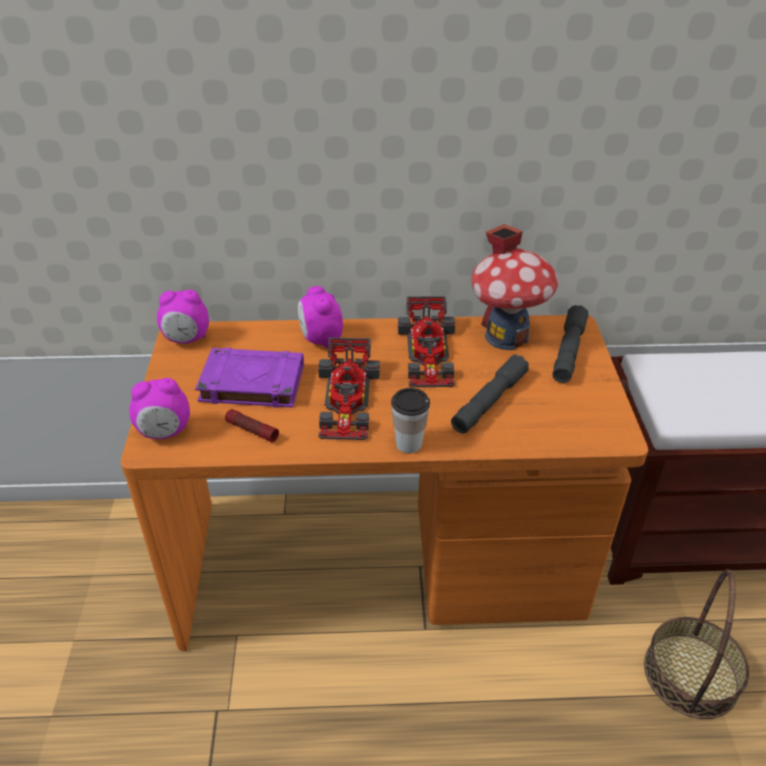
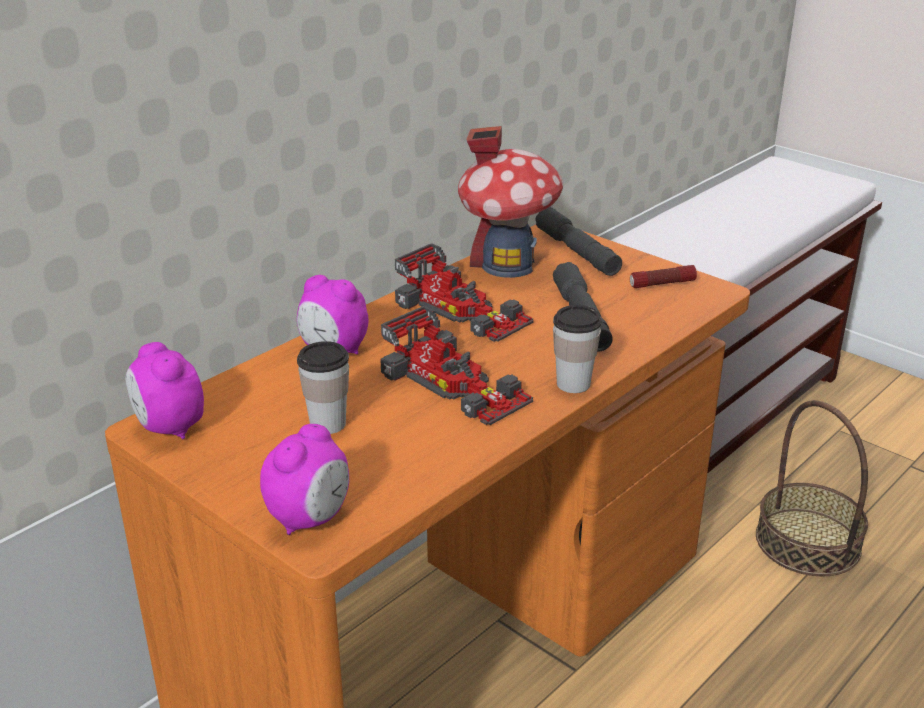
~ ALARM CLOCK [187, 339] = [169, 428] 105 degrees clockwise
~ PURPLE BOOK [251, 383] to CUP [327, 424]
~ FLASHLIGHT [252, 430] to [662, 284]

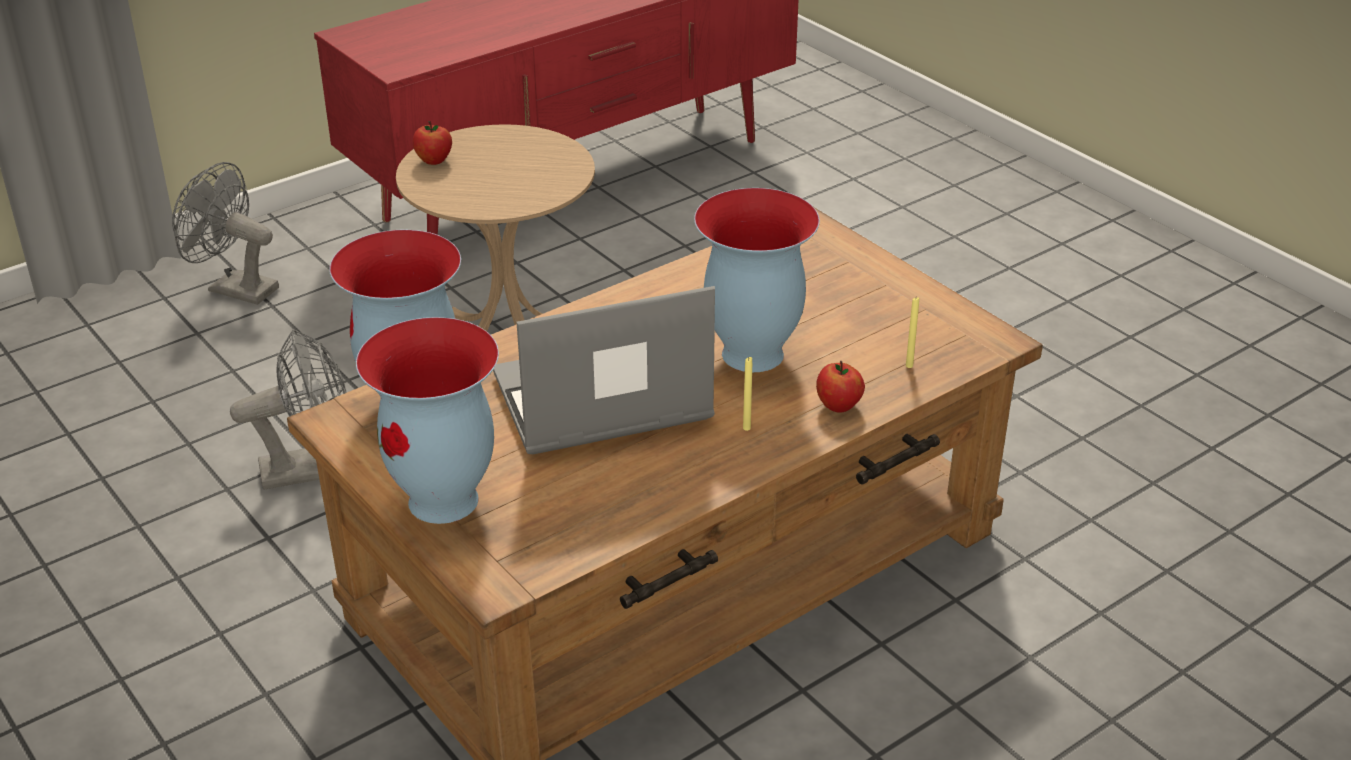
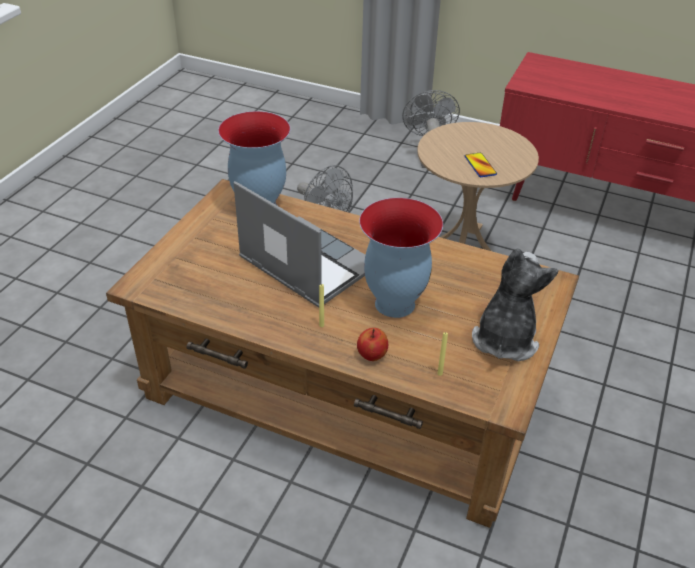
- APPLE [434, 161]
- VASE [445, 501]
+ PHONE [480, 165]
+ PLUSH TOY [504, 339]

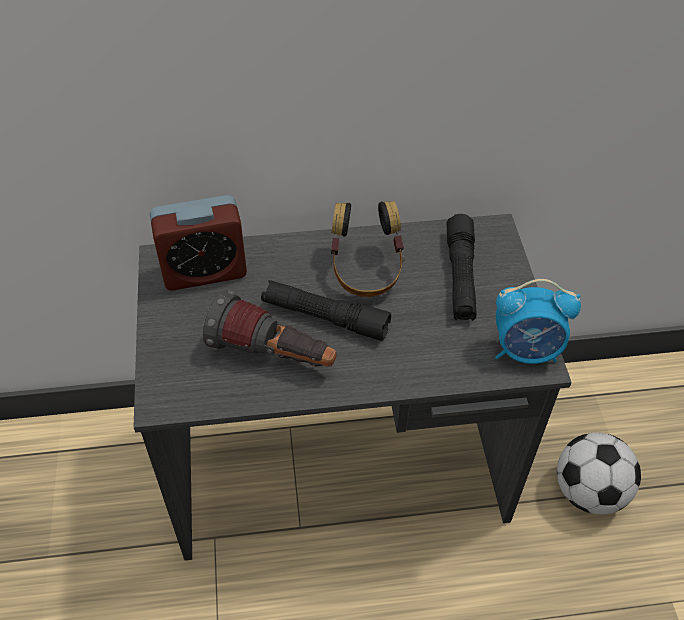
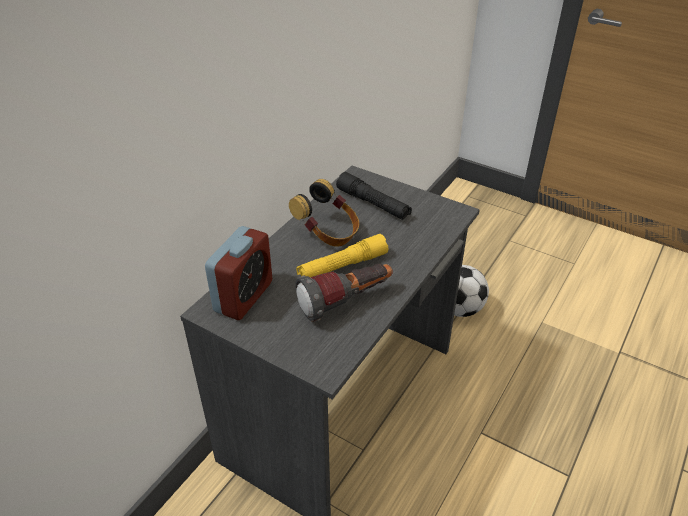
- ALARM CLOCK [526, 351]
~ BLACK FLASHLIGHT [325, 317] to YELLOW FLASHLIGHT [342, 266]

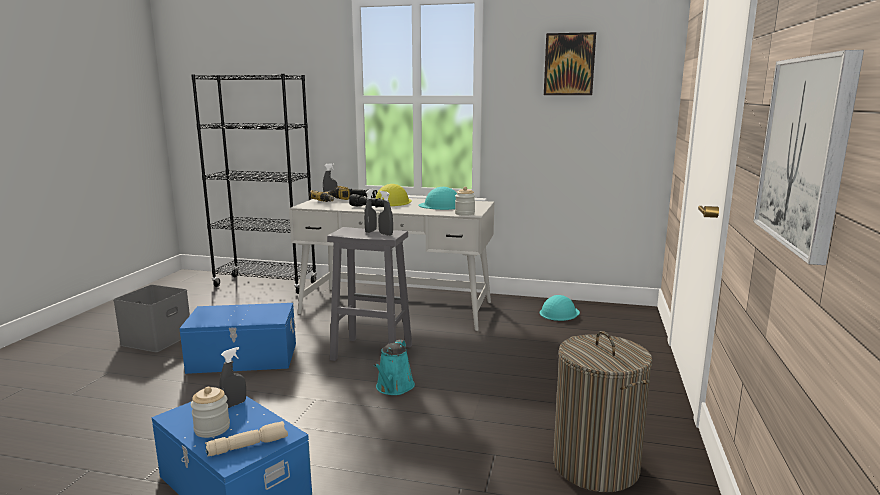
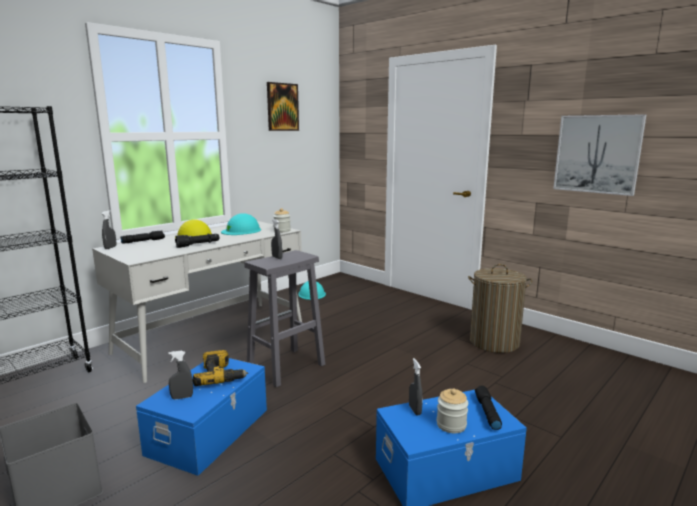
~ POWER DRILL [332, 201] to [221, 376]
~ GREY SPRAY BOTTLE [385, 234] to [182, 397]
- TURQUOISE WATERING CAN [394, 388]
~ BEIGE FLASHLIGHT [248, 445] to BLACK FLASHLIGHT [487, 412]

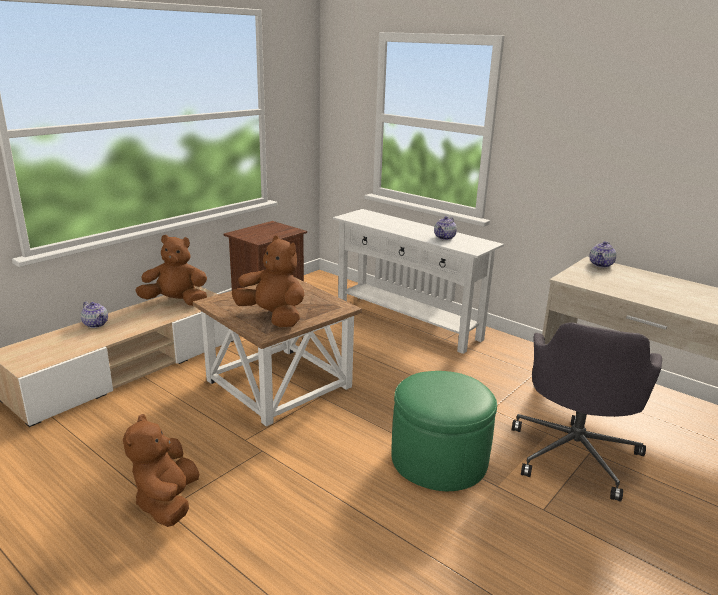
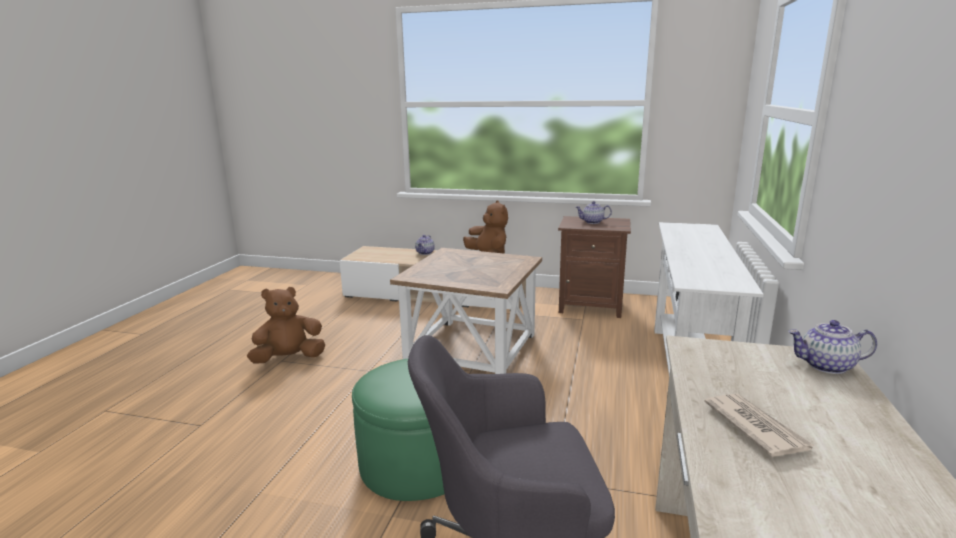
~ TEAPOT [445, 237] to [592, 222]
- BROWN PLUSH TOY [273, 317]
+ NEWSPAPER [755, 427]

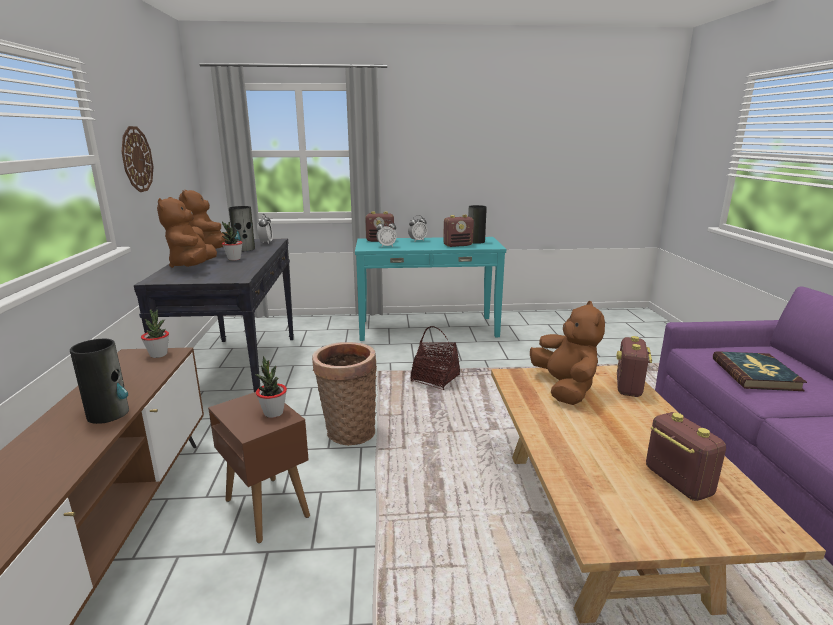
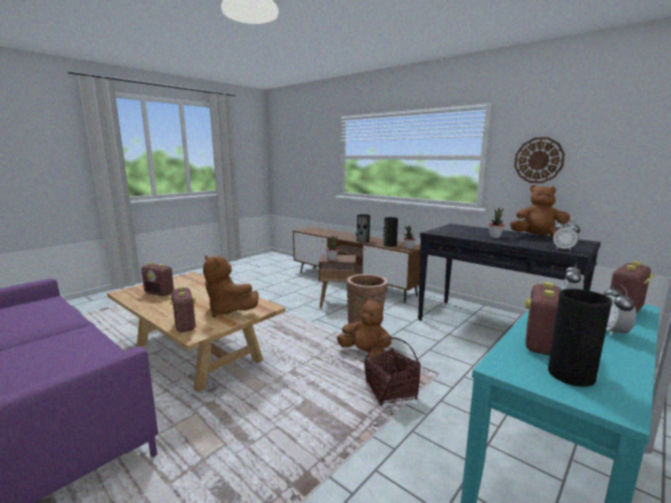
~ BROWN PLUSH TOY [193, 266] to [366, 354]
~ VASE [244, 249] to [389, 245]
- BOOK [756, 374]

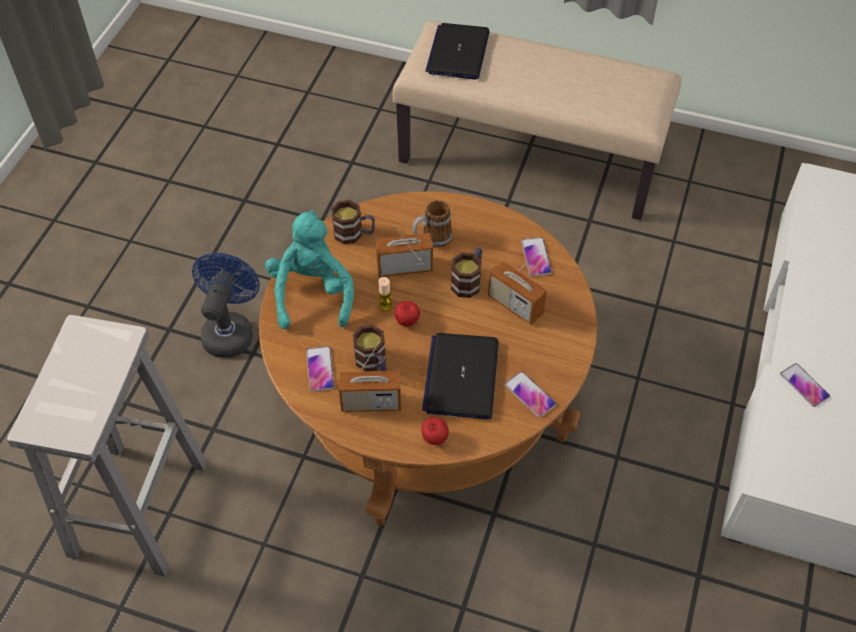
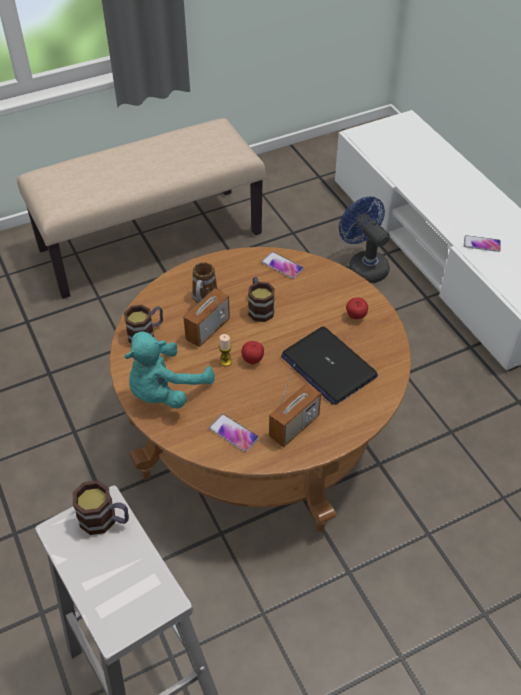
- LAPTOP [458, 52]
~ TURQUOISE PLUSH TOY [312, 294] = [165, 391] 90 degrees counterclockwise
- RADIO [515, 305]
~ BLUE FAN [230, 330] to [364, 266]
~ MUG [373, 364] to [105, 520]
- PHONE [530, 395]
~ APPLE [434, 439] to [356, 317]

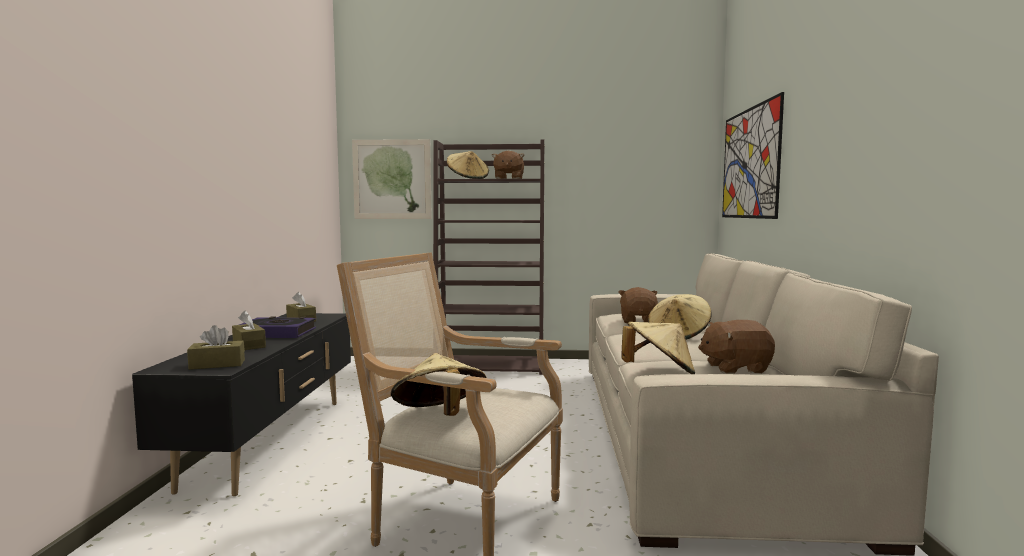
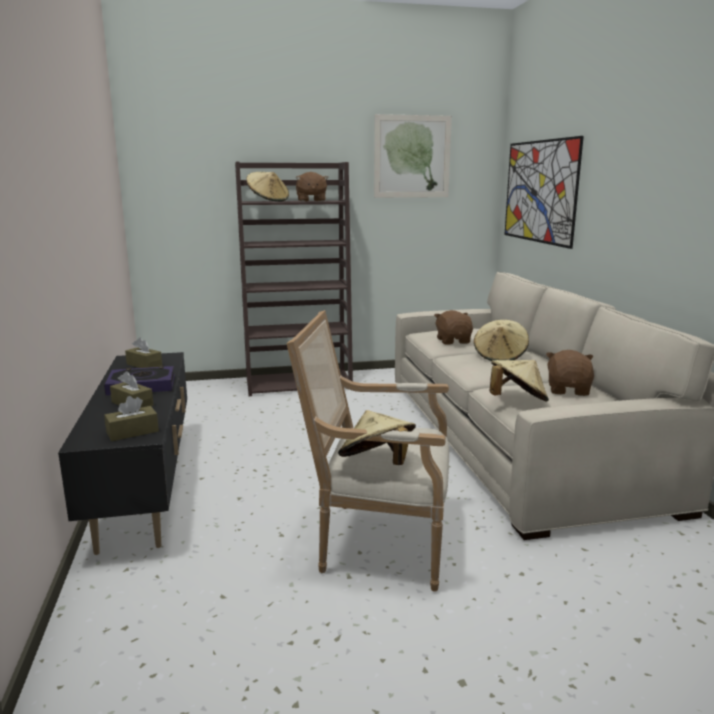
~ PICTURE [392, 179] to [412, 157]
~ BROWN PLUSH TOY [735, 368] = [568, 390] 120 degrees clockwise

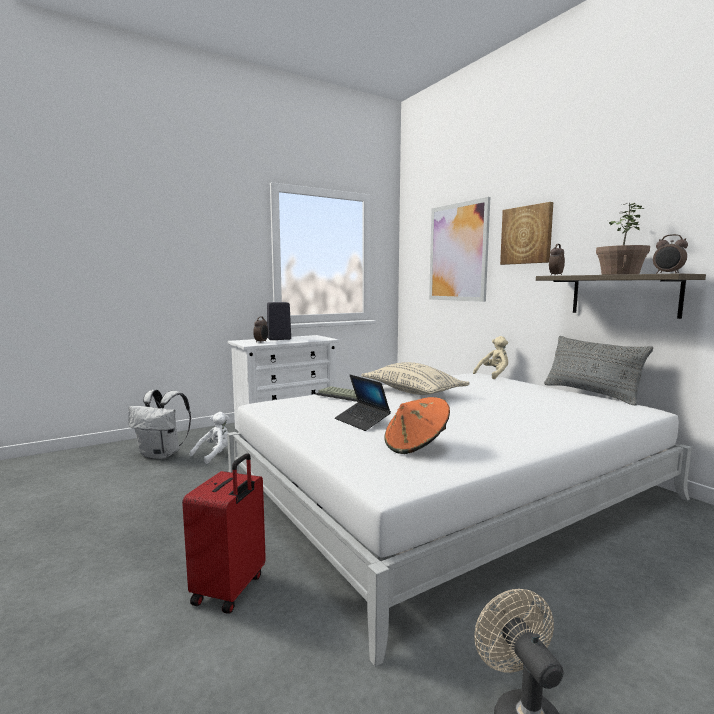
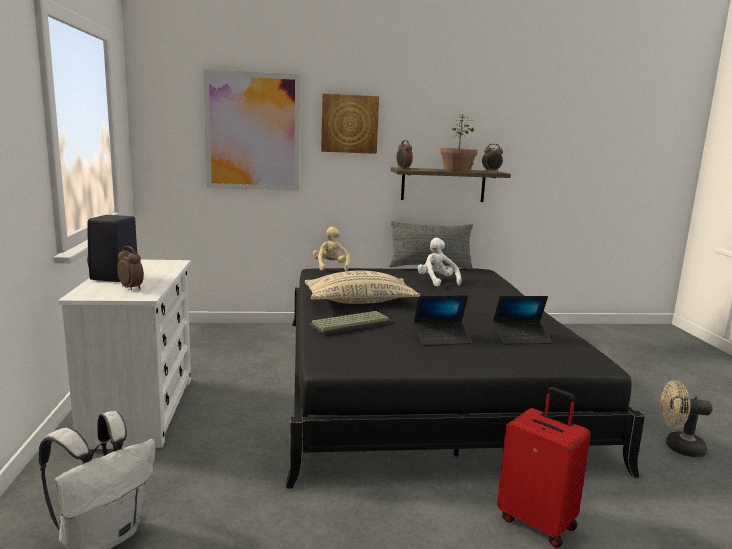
~ WHITE BED [446, 489] to BLACK BED [420, 381]
~ ORANGE HAT [416, 446] to LAPTOP [521, 338]
~ WHITE PLUSH TOY [214, 455] to [437, 282]

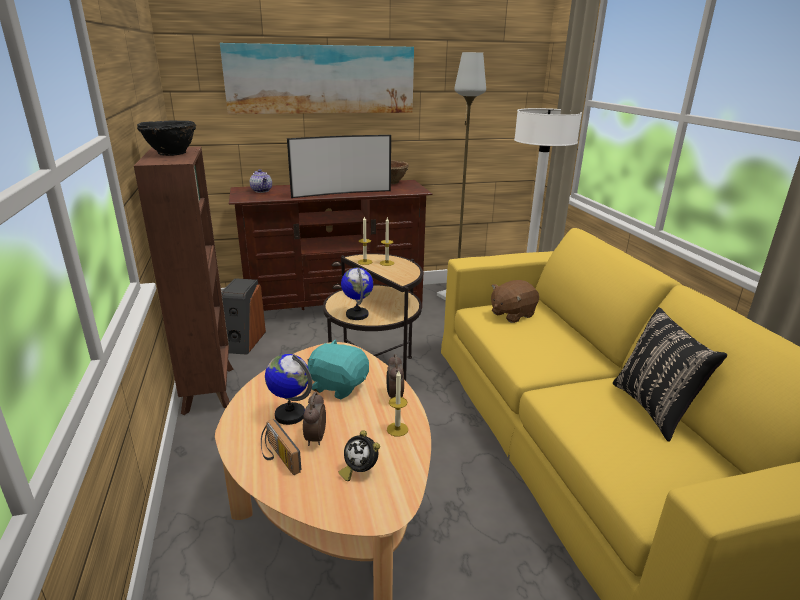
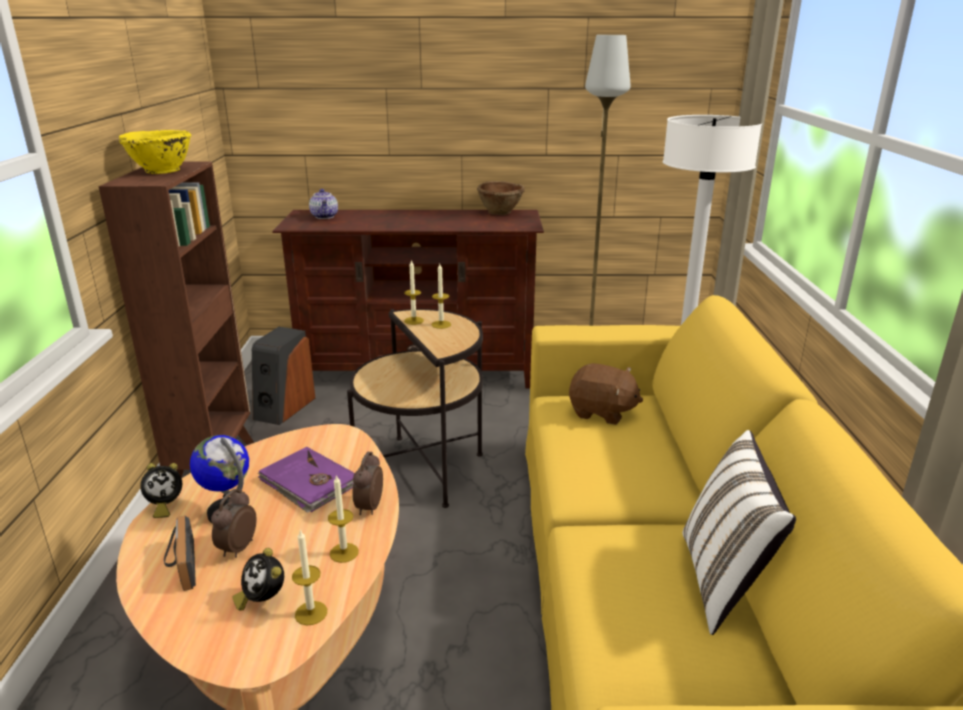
- PICTURE [321, 79]
~ BLACK BOWL [170, 154] to YELLOW BOWL [161, 171]
- TELEVISION [341, 193]
- GLOBE [357, 315]
~ BROWN PLUSH TOY [512, 314] = [602, 412] 135 degrees counterclockwise
~ BLACK PILLOW [654, 408] to WHITE PILLOW [724, 581]
~ TURQUOISE PLUSH TOY [338, 385] to PURPLE BOOK [308, 483]
+ ALARM CLOCK [164, 506]
+ CANDLE [311, 613]

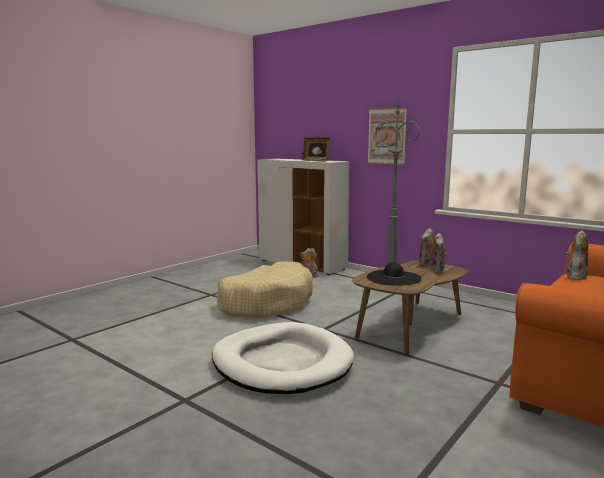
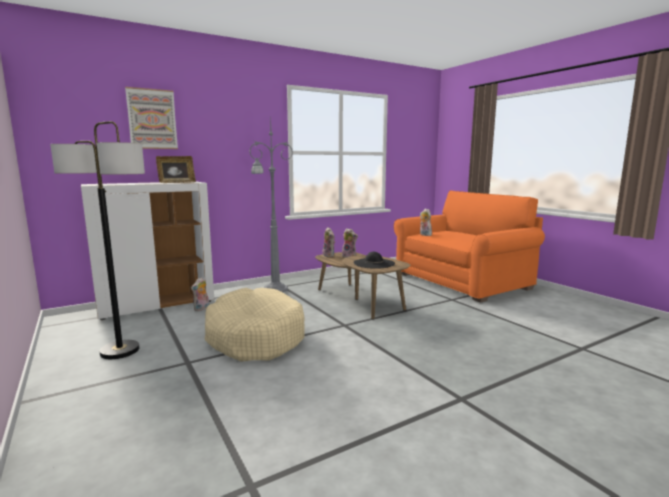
~ PICTURE [387, 136] to [152, 119]
- WHITE DOG BED [281, 363]
+ FLOOR LAMP [120, 351]

